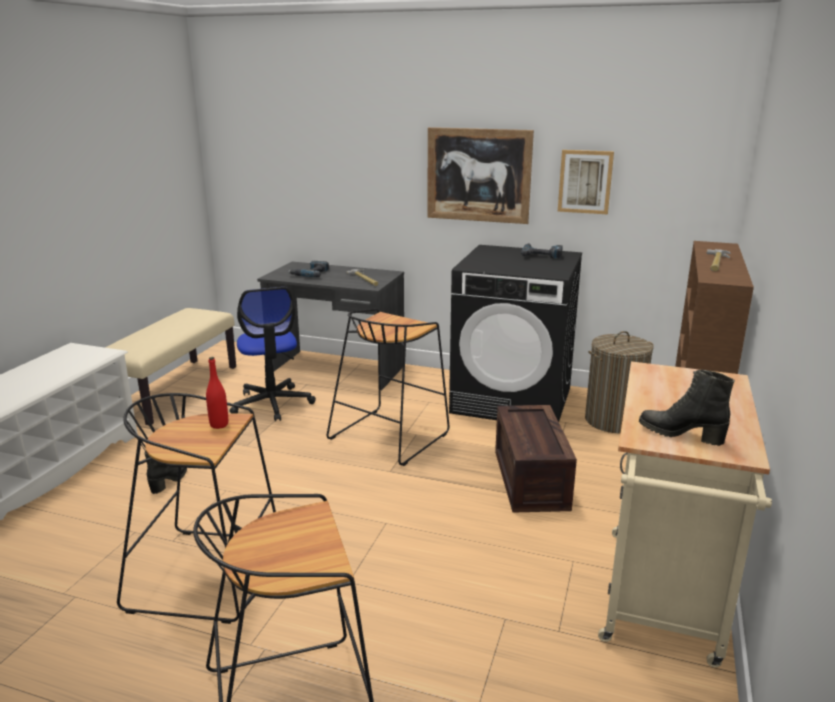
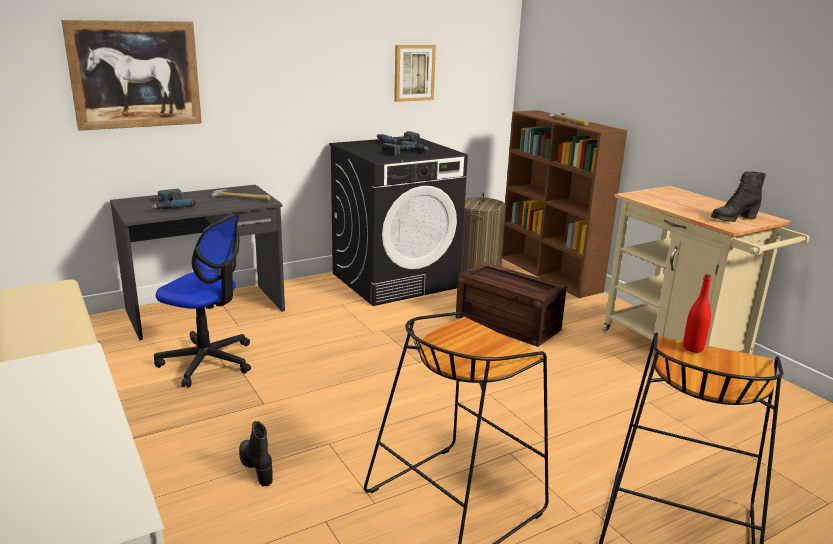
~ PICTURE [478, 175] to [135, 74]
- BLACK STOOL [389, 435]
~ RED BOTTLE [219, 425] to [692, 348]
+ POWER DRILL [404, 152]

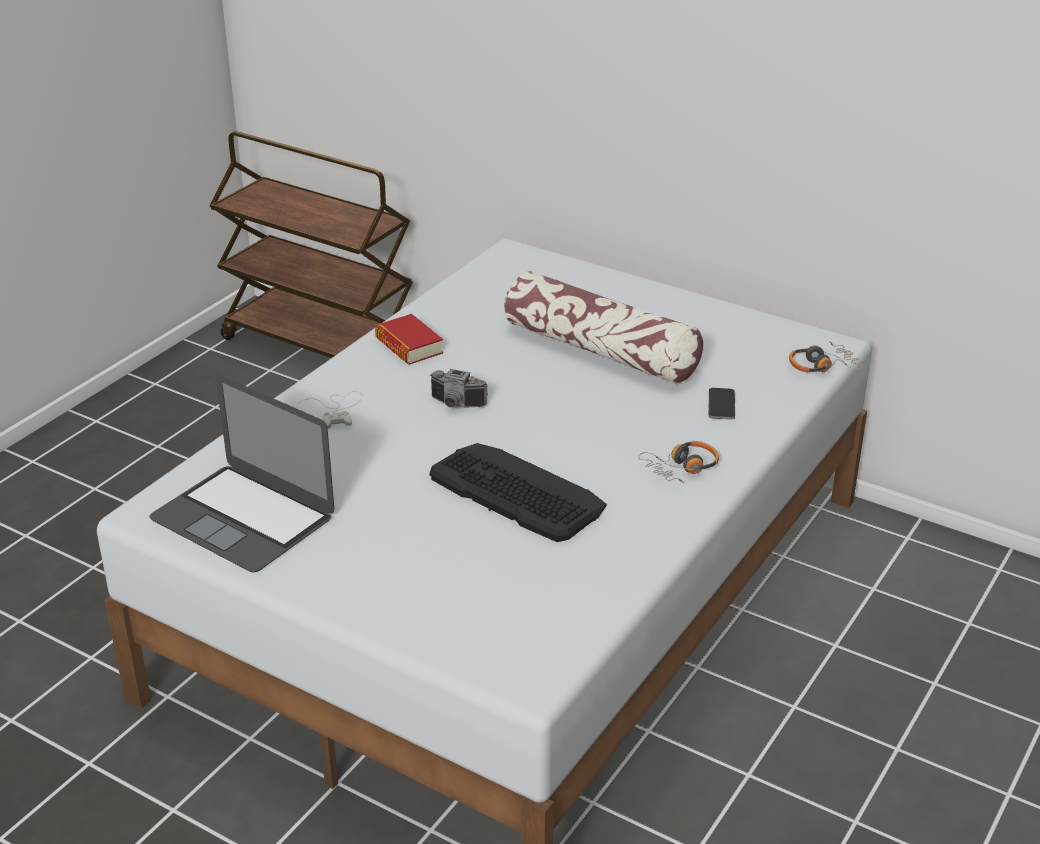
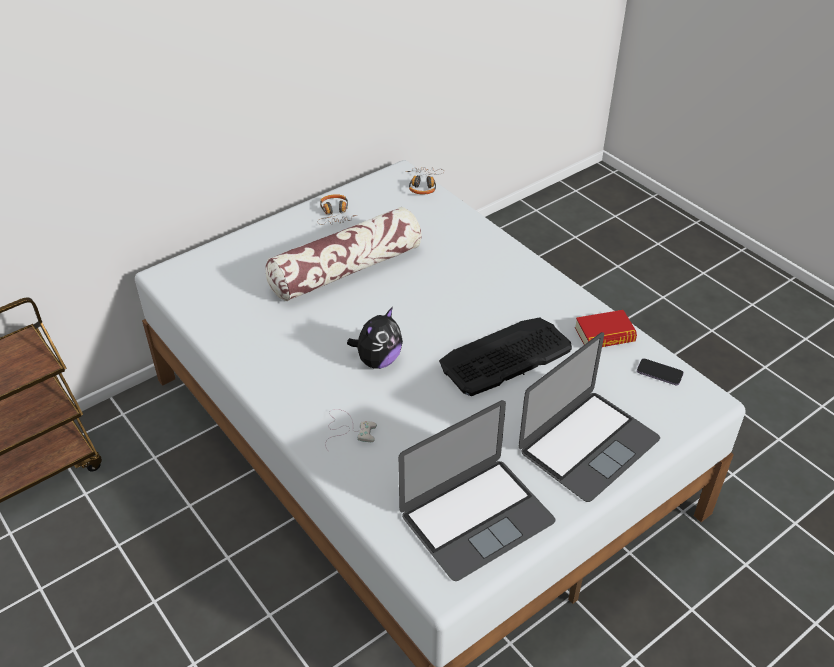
~ BOOK [409, 346] to [604, 335]
~ PHOTO CAMERA [455, 405] to PLUSH TOY [378, 360]
~ PHONE [721, 405] to [659, 373]
~ HEADPHONES [682, 468] to [335, 214]
+ LAPTOP [588, 444]

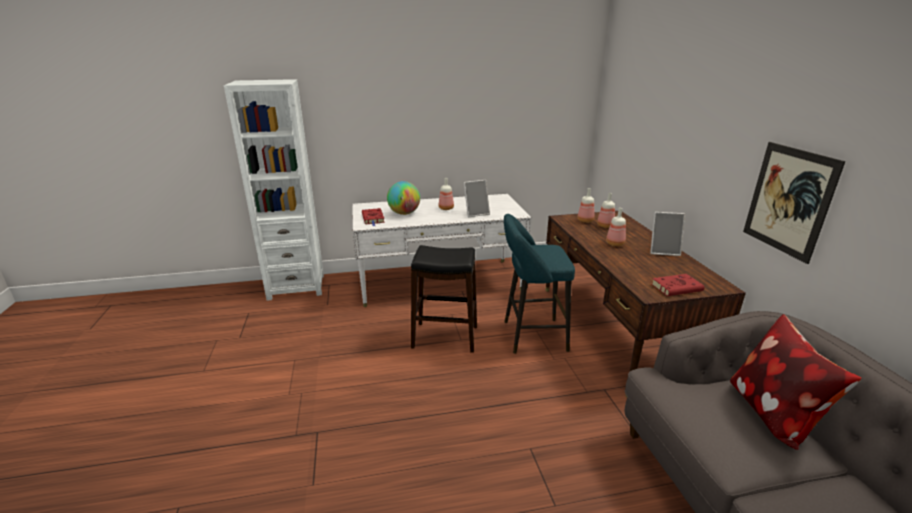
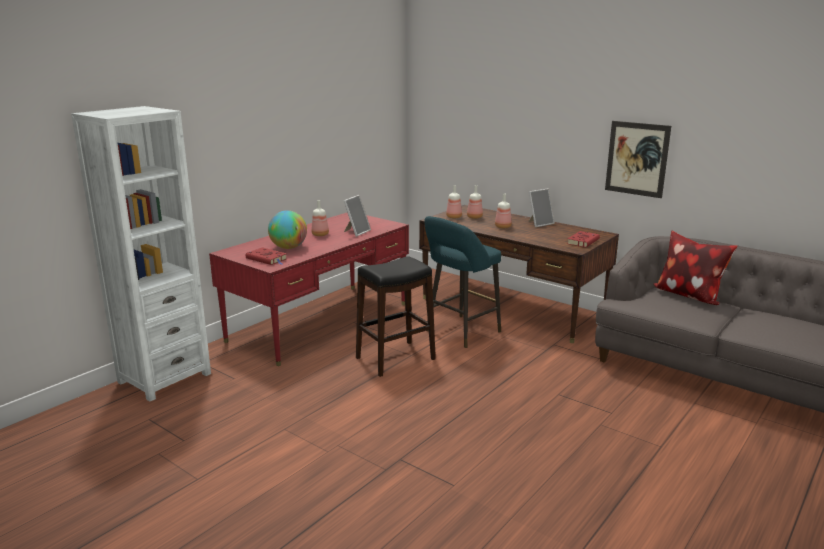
~ WHITE DESK [439, 282] to RED DESK [320, 322]

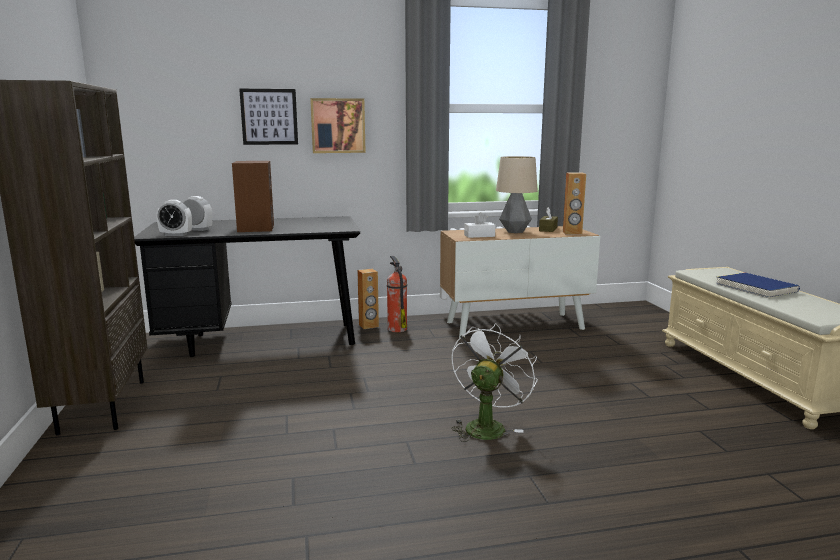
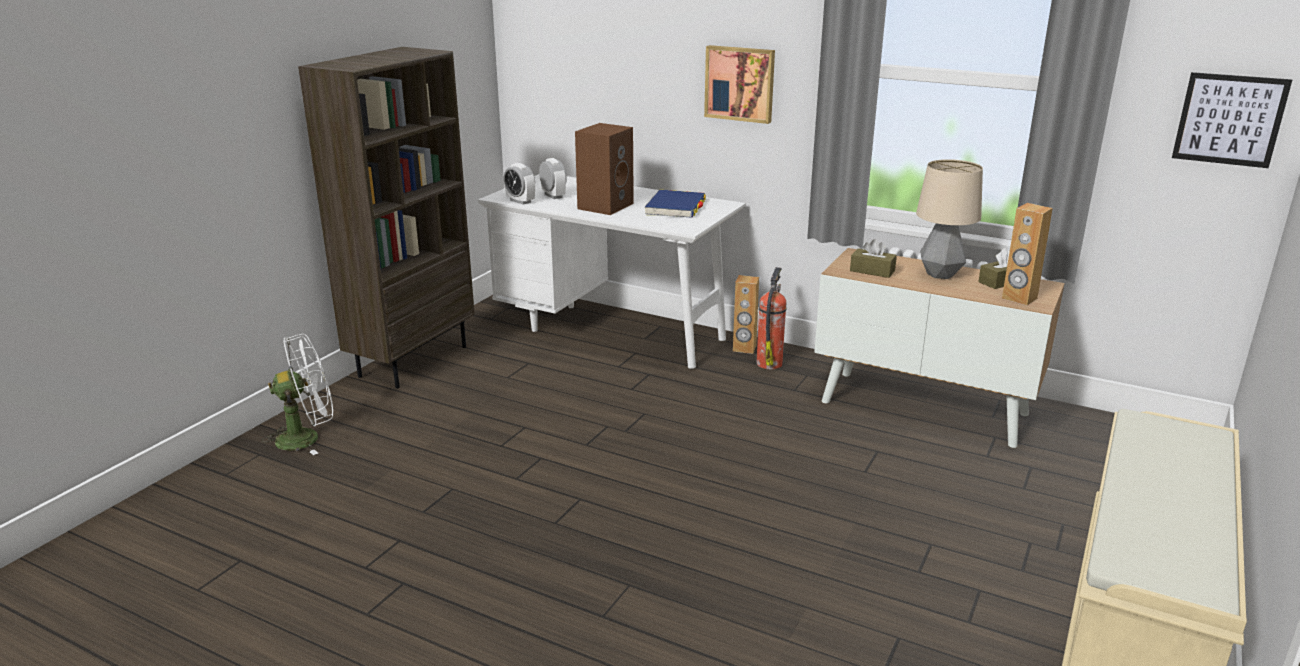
~ PICTURE [269, 117] to [1229, 119]
~ WHITE TISSUE BOX [479, 236] to BROWN TISSUE BOX [872, 271]
~ BLACK DESK [261, 340] to WHITE DESK [613, 332]
~ BLUE BOOK [756, 288] to [675, 207]
~ WHITE FAN [487, 426] to [307, 437]

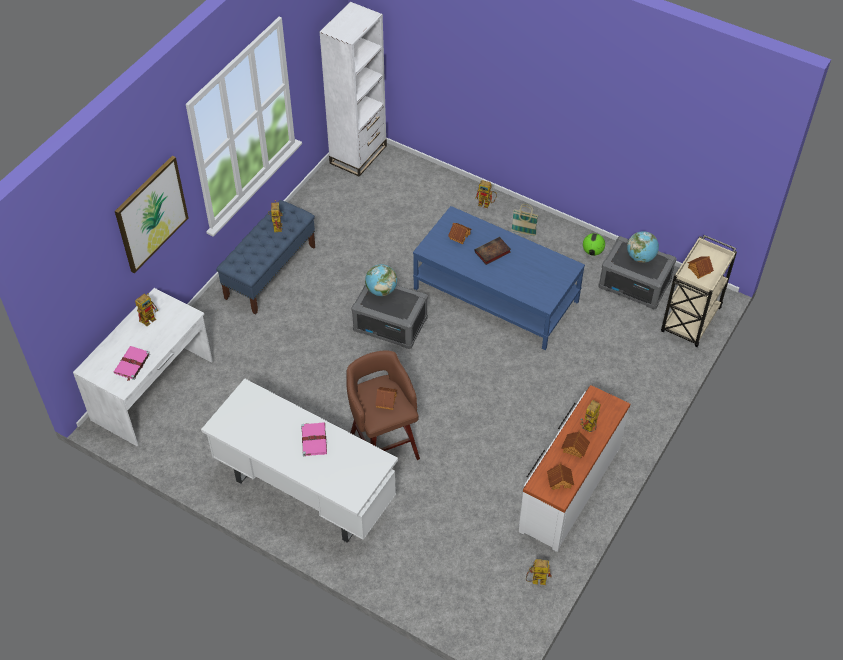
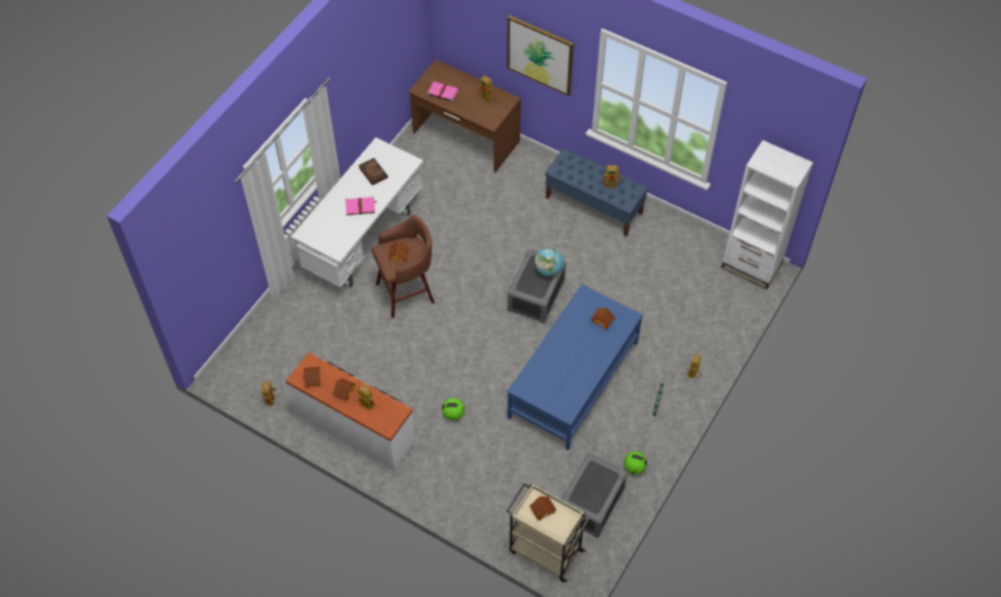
- GLOBE [640, 257]
~ BOOK [492, 252] to [372, 172]
~ WHITE DESK [153, 390] to BROWN DESK [465, 138]
+ FOOTBALL [453, 414]

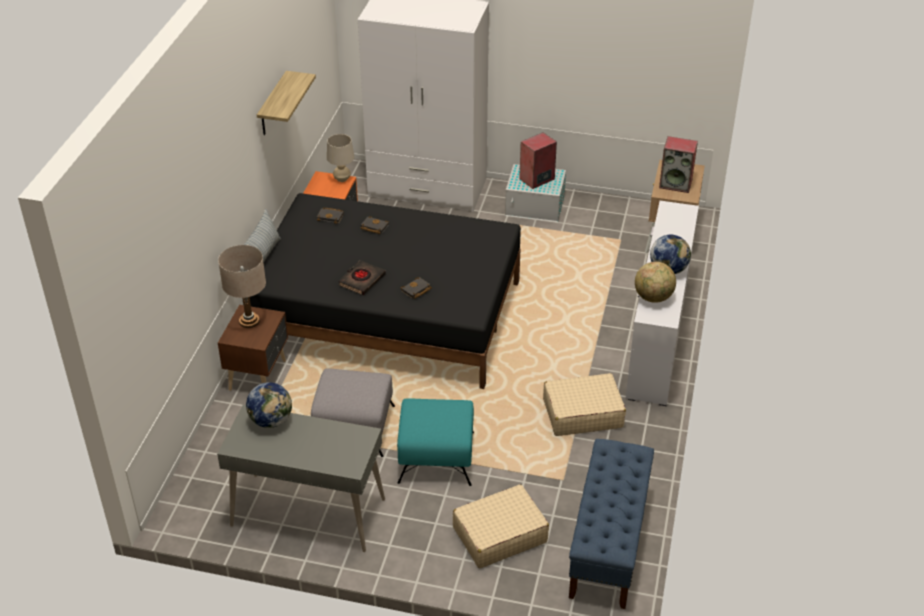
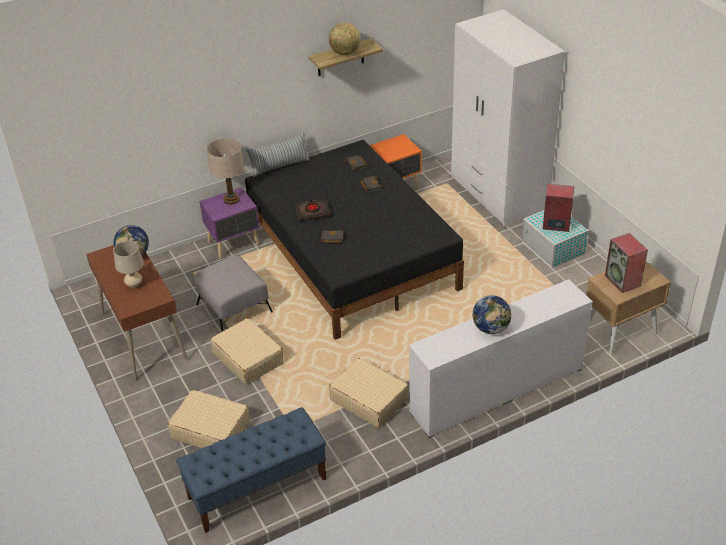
~ BEIGE TABLE LAMP [342, 179] to [134, 284]
~ GLOBE [653, 297] to [345, 53]
~ BROWN NIGHTSTAND [259, 375] to PURPLE NIGHTSTAND [234, 244]
~ TURQUOISE OTTOMAN [436, 457] to BEIGE SUITCASE [248, 358]
~ GREY DESK [308, 513] to BROWN DESK [143, 336]

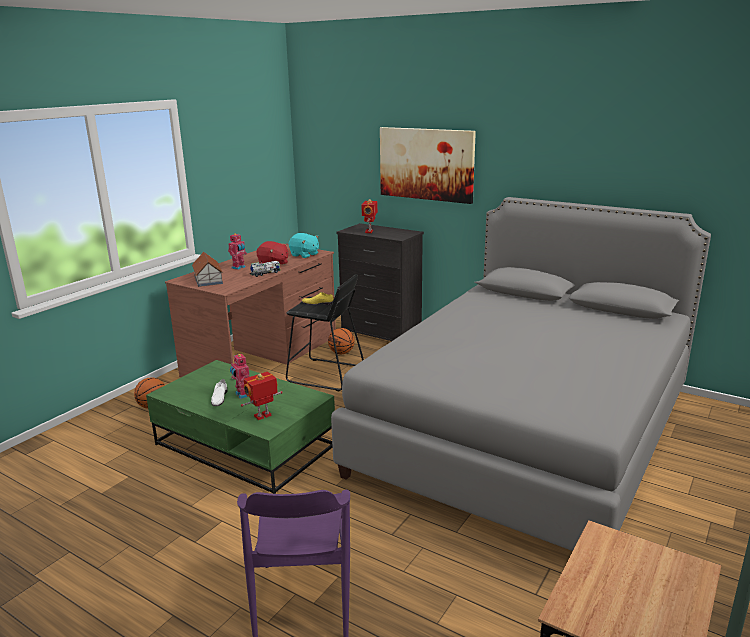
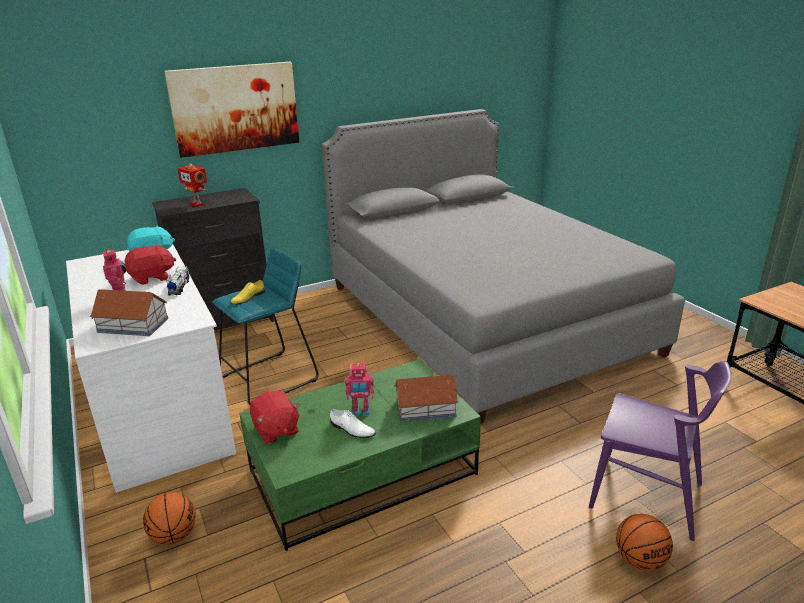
~ BROWN DESK [263, 356] to WHITE DESK [160, 408]
~ BLACK STOOL [325, 375] to TURQUOISE STOOL [269, 379]
~ BASKETBALL [341, 353] to [640, 560]
~ TOY ROBOT [263, 416] to TOY HOUSE [426, 408]
+ RED PLUSH TOY [276, 431]

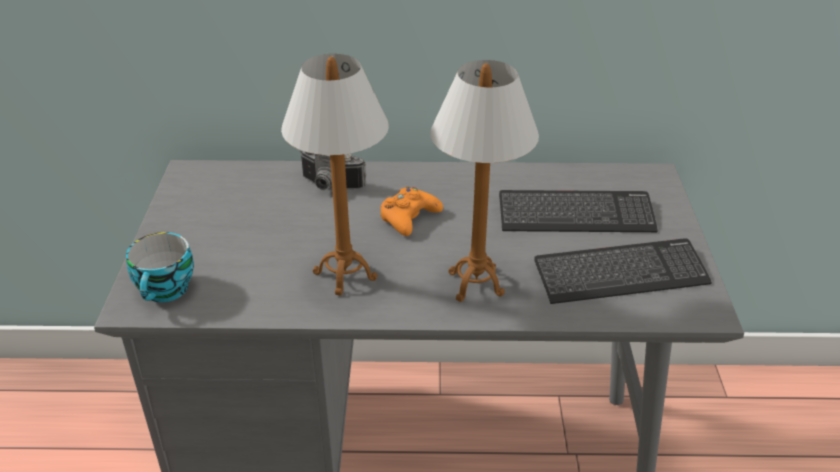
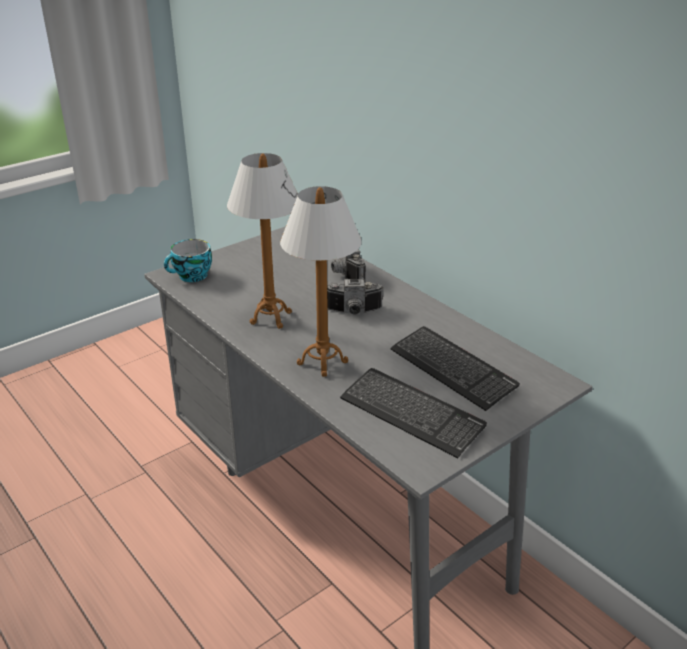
~ ORANGE GAME CONTROLLER [409, 218] to PHOTO CAMERA [354, 312]

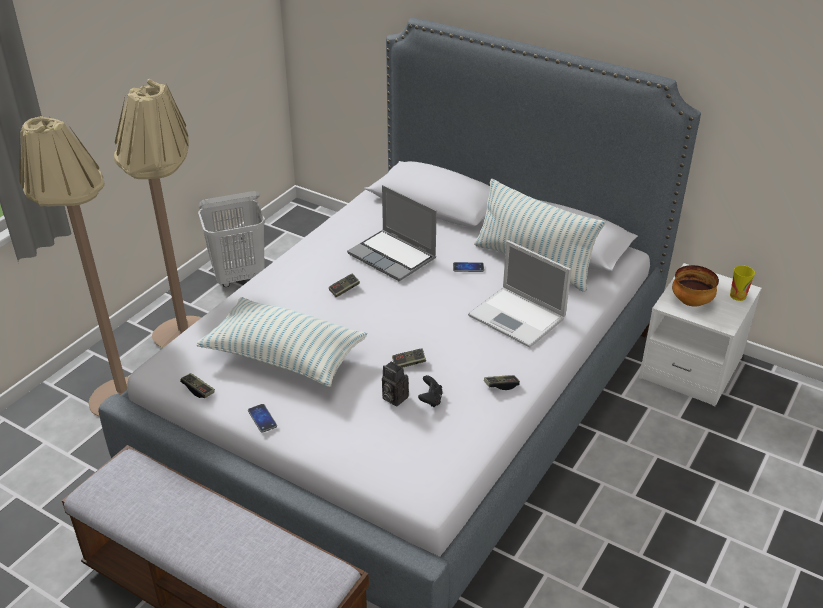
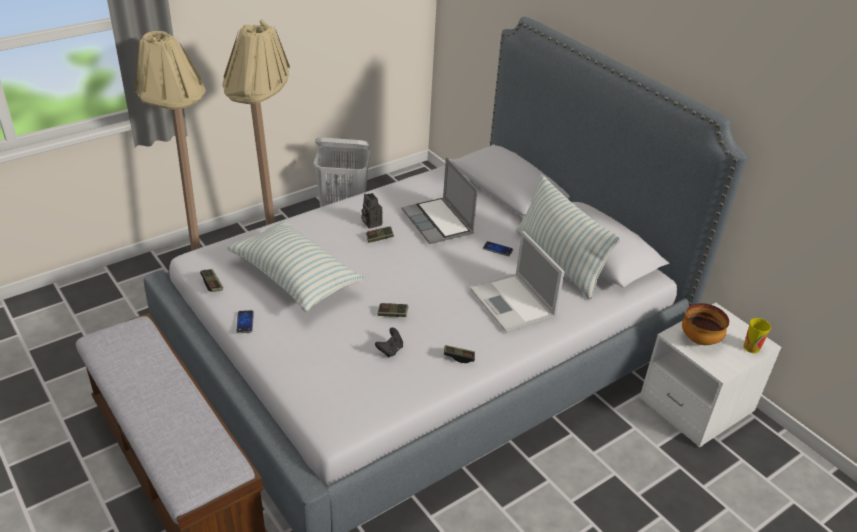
~ PHOTO CAMERA [393, 397] to [370, 223]

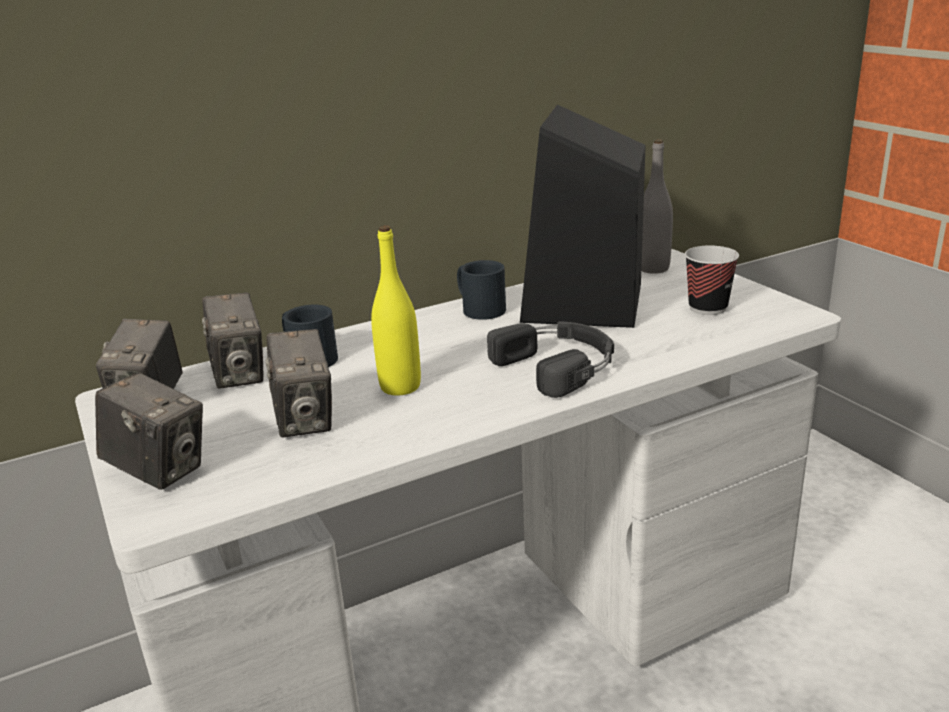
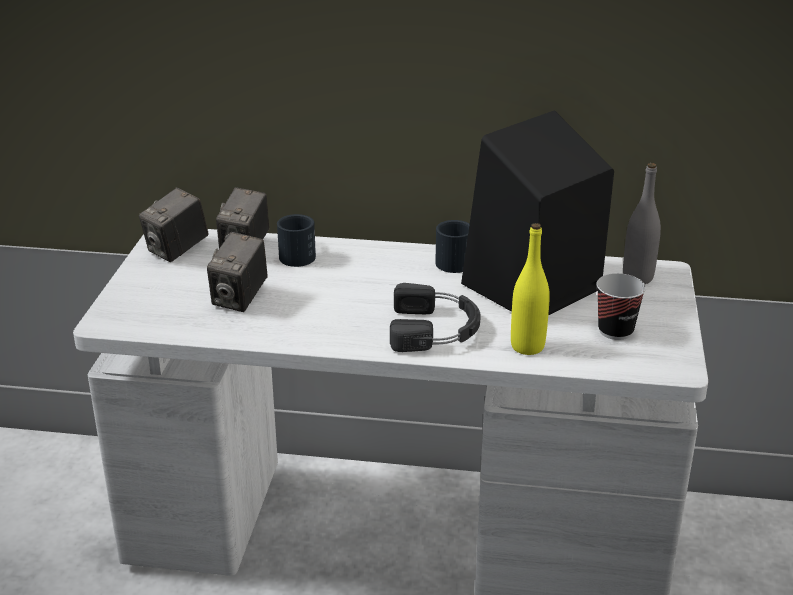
~ YELLOW BOTTLE [400, 387] to [527, 346]
- PHOTO CAMERA [159, 470]

